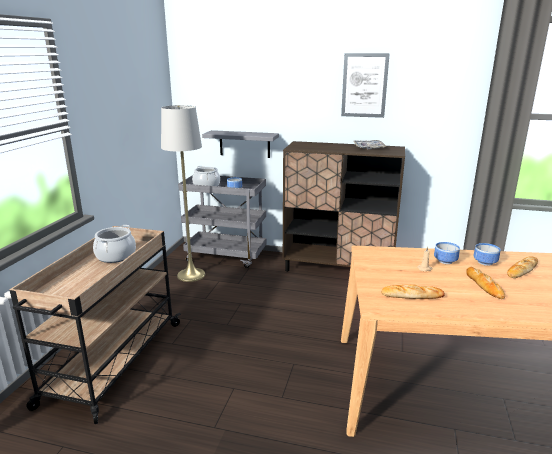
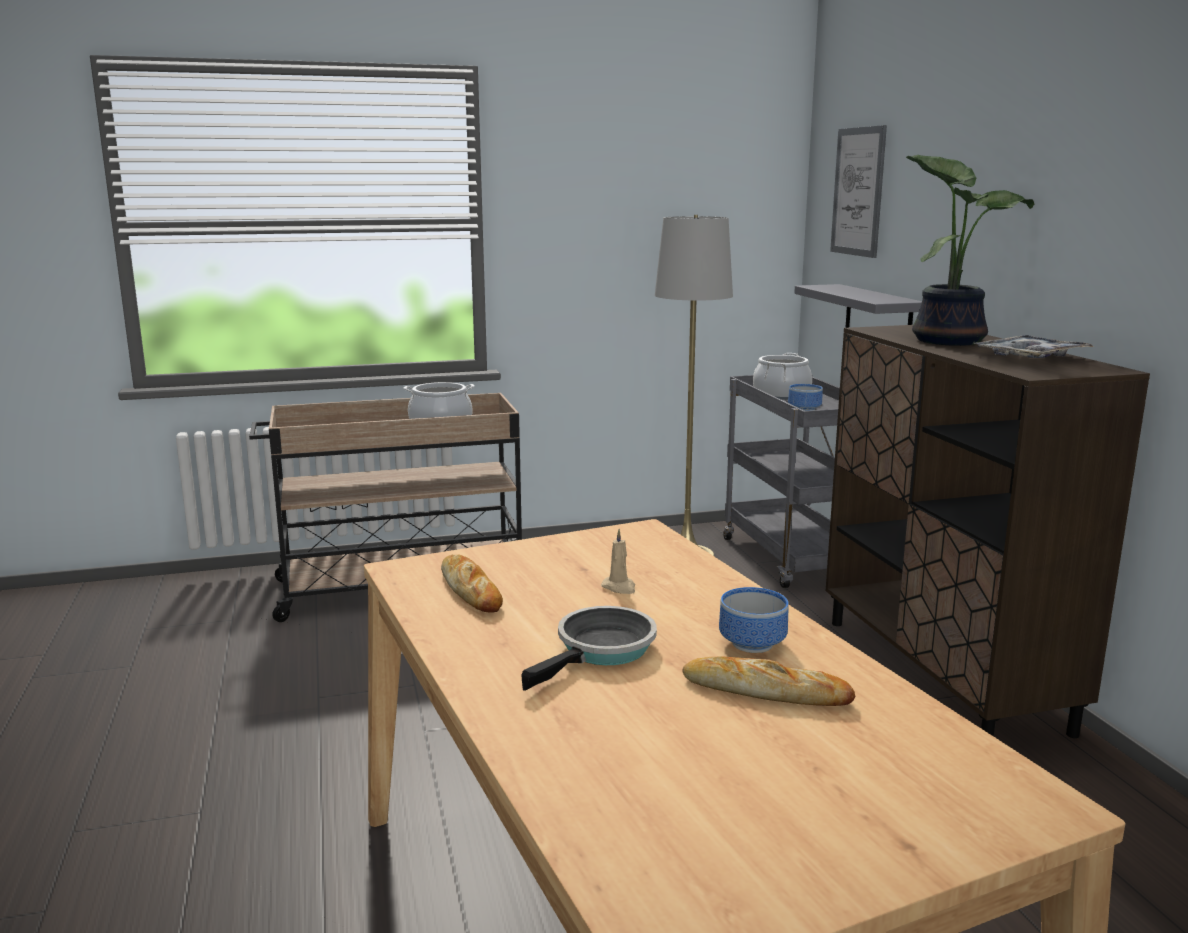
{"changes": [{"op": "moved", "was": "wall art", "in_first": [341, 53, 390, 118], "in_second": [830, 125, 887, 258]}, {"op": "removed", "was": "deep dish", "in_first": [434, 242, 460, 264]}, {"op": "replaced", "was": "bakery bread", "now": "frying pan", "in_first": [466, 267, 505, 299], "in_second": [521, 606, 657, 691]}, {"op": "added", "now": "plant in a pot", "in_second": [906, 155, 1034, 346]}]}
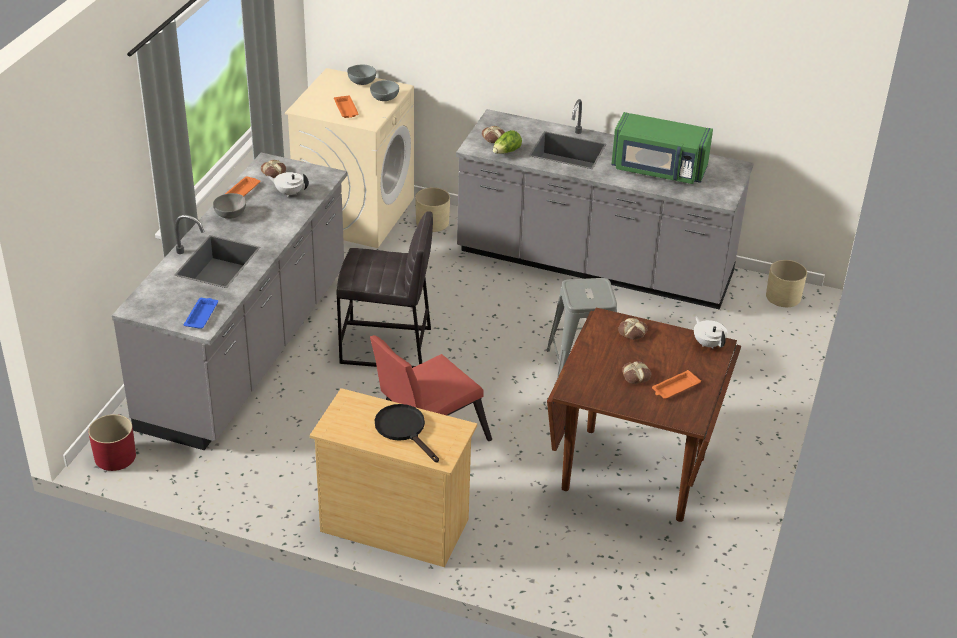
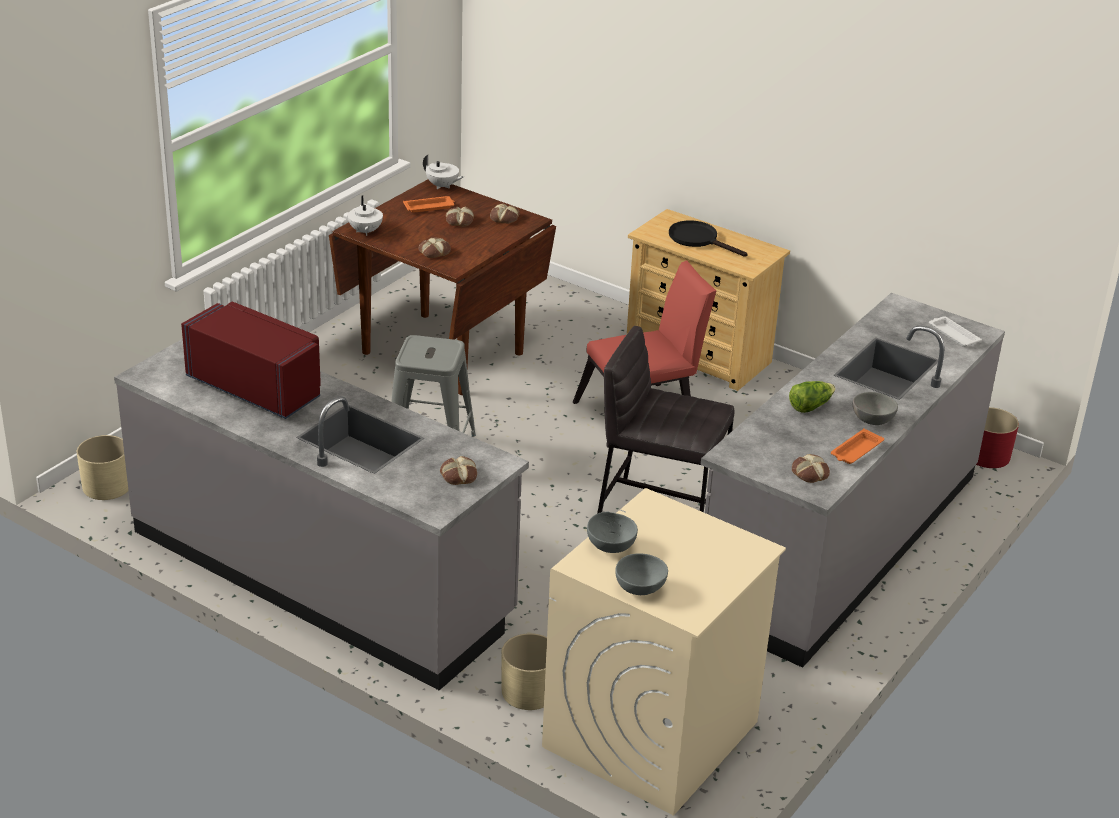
{"changes": [{"op": "removed", "was": "blue-coloured tray", "in_first": [184, 298, 218, 329]}, {"op": "moved", "was": "white-coloured teapot", "in_first": [267, 172, 309, 197], "in_second": [423, 155, 464, 189]}, {"op": "removed", "was": "orangey tray", "in_first": [334, 95, 359, 118]}, {"op": "turned", "was": "blackish frying pan", "in_first": [375, 404, 439, 462], "in_second": [669, 221, 748, 256], "clockwise": 150}, {"op": "moved", "was": "lettuce", "in_first": [493, 130, 522, 154], "in_second": [789, 381, 835, 413]}, {"op": "recoloured", "was": "greenish microwave oven", "now": "reddish microwave oven", "in_first": [611, 112, 713, 184], "in_second": [181, 301, 321, 419]}, {"op": "added", "now": "bakery bread", "in_second": [490, 203, 520, 224]}, {"op": "added", "now": "white-coloured tray", "in_second": [929, 316, 982, 347]}]}
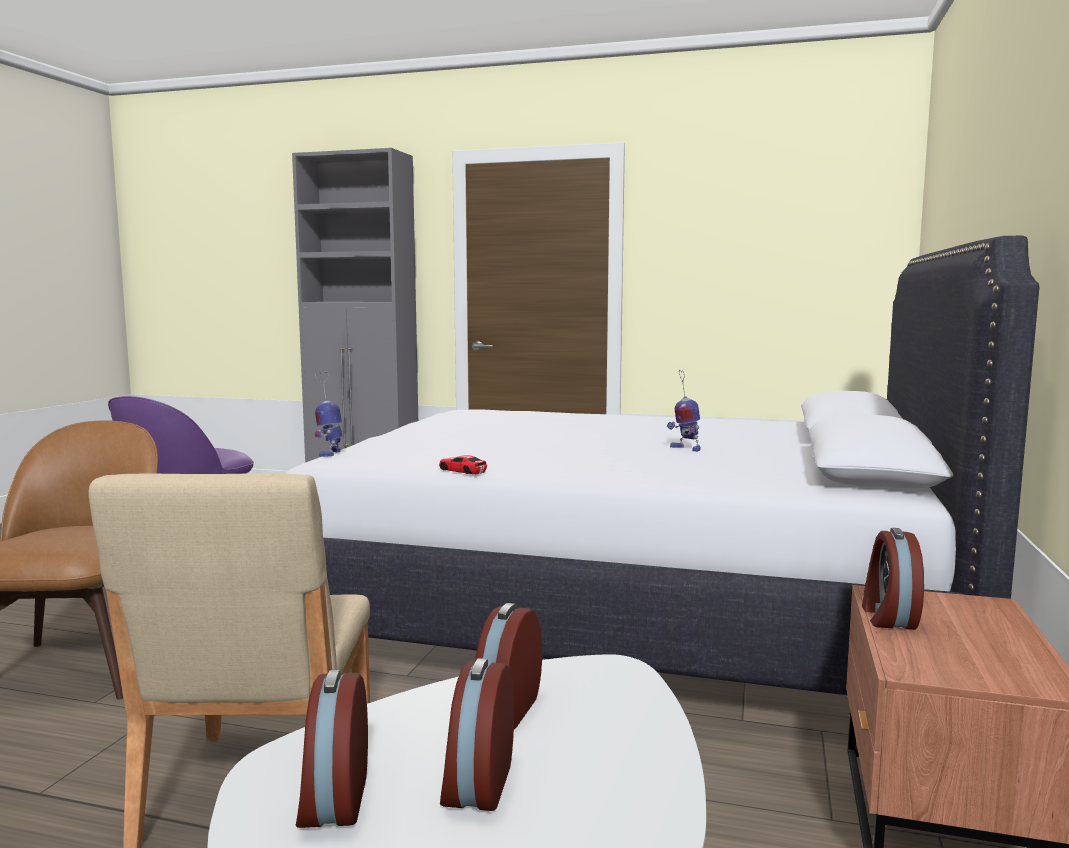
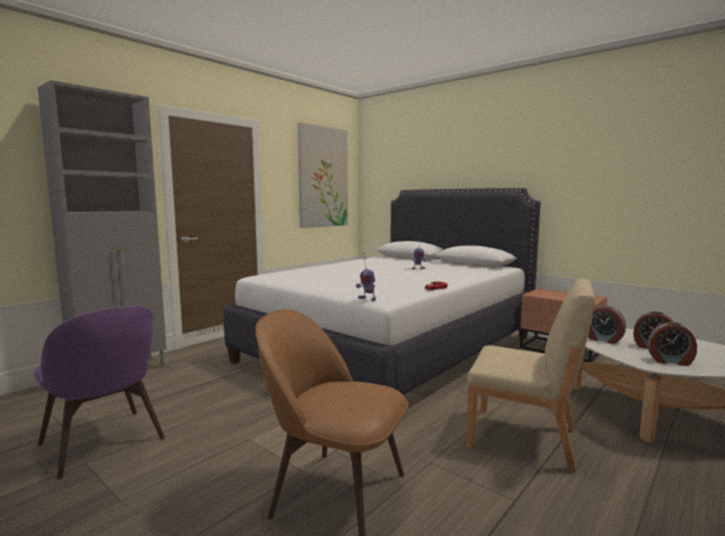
{"changes": [{"op": "removed", "was": "table clock", "in_first": [862, 528, 924, 630]}, {"op": "added", "now": "wall art", "in_second": [298, 122, 348, 228]}]}
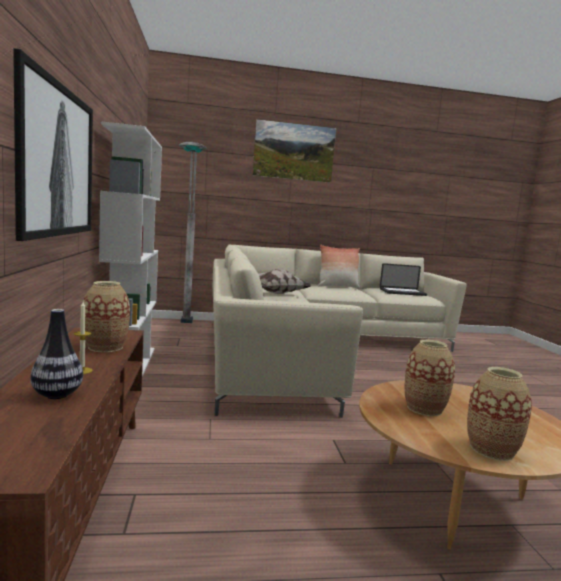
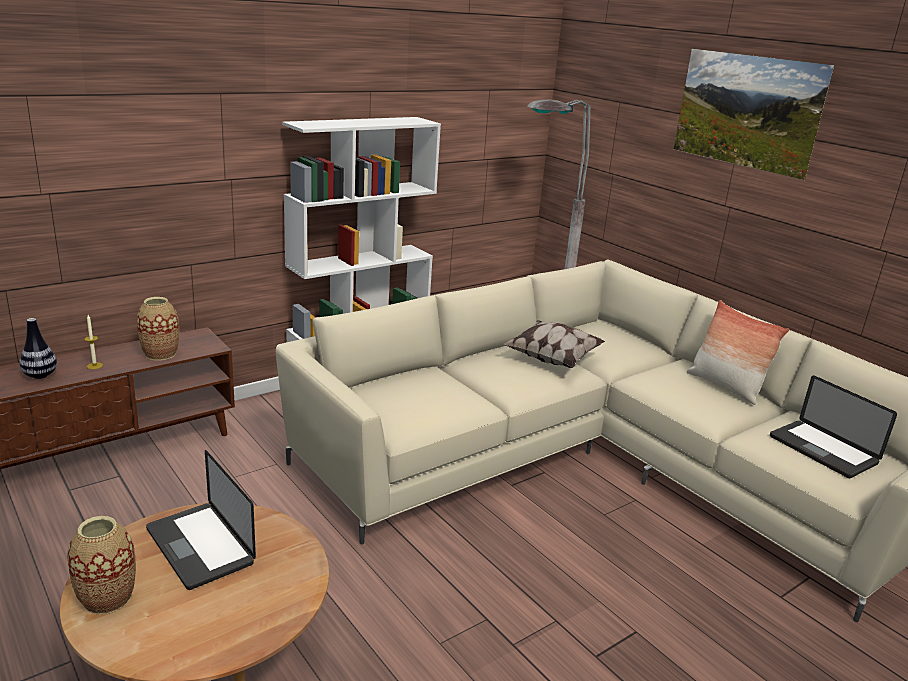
{"changes": [{"op": "removed", "was": "wall art", "in_first": [13, 48, 93, 241]}, {"op": "replaced", "was": "vase", "now": "laptop", "in_first": [405, 340, 455, 416], "in_second": [146, 450, 256, 590]}]}
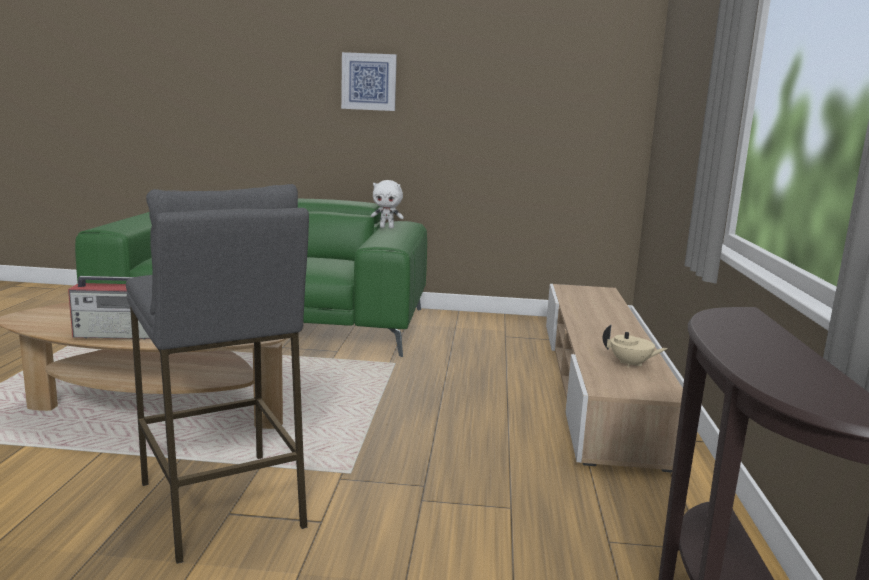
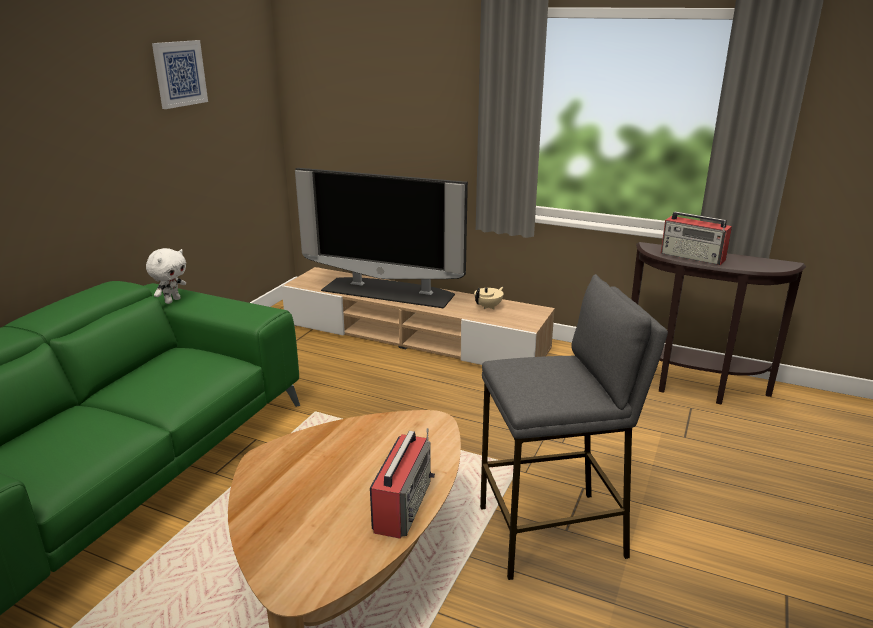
{"changes": [{"op": "moved", "was": "wall art", "in_first": [341, 52, 397, 111], "in_second": [152, 40, 208, 109]}, {"op": "added", "now": "TV set", "in_second": [295, 168, 468, 308]}, {"op": "added", "now": "radio", "in_second": [661, 212, 732, 265]}]}
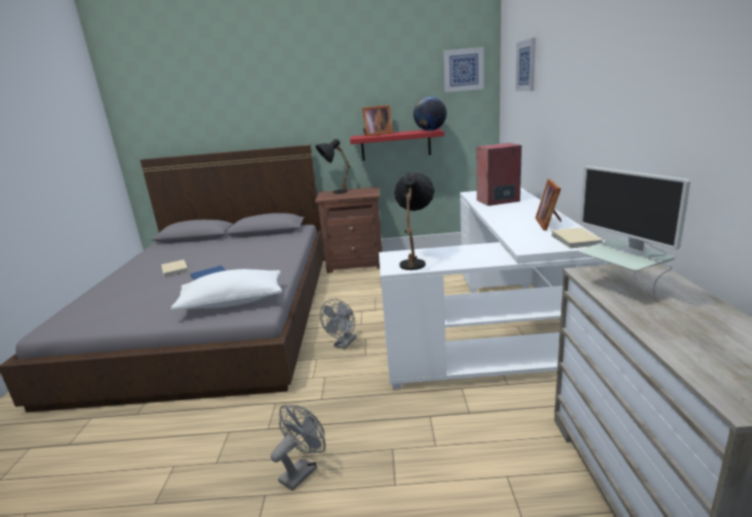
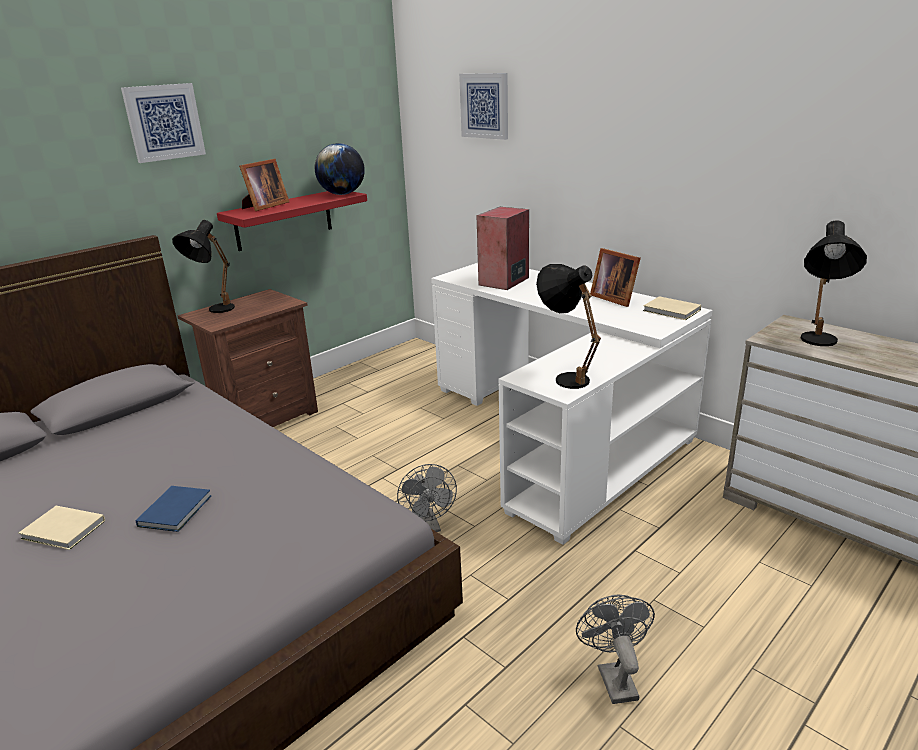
{"changes": [{"op": "removed", "was": "white-coloured pillow", "in_first": [171, 269, 282, 311]}, {"op": "moved", "was": "wall art", "in_first": [443, 47, 484, 92], "in_second": [121, 83, 206, 163]}, {"op": "replaced", "was": "computer display", "now": "blackish lamp for a table", "in_first": [579, 166, 690, 300], "in_second": [801, 220, 867, 346]}]}
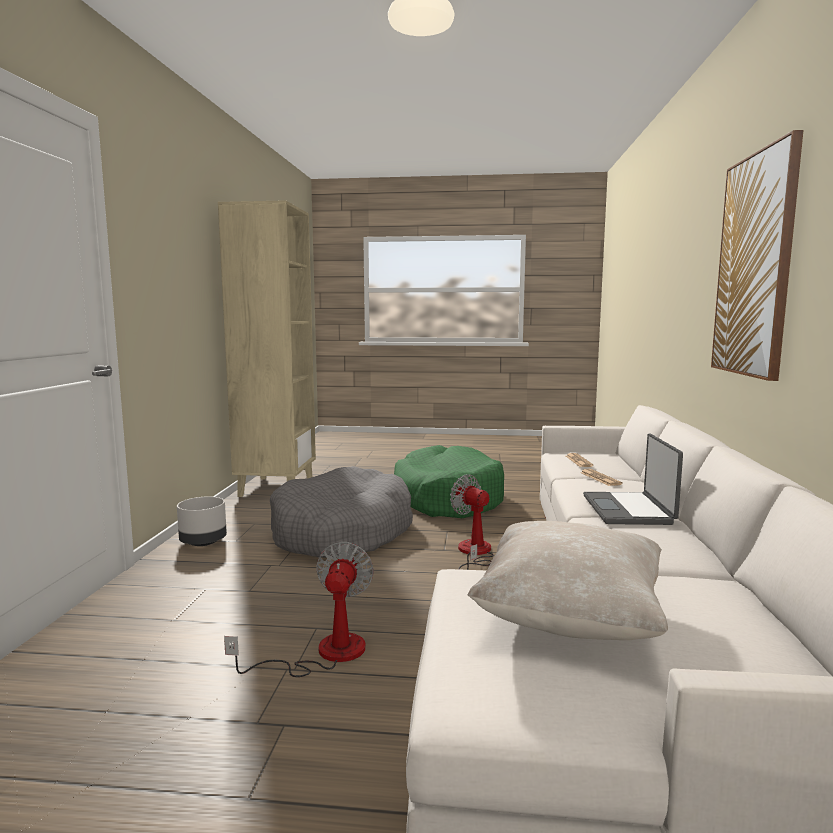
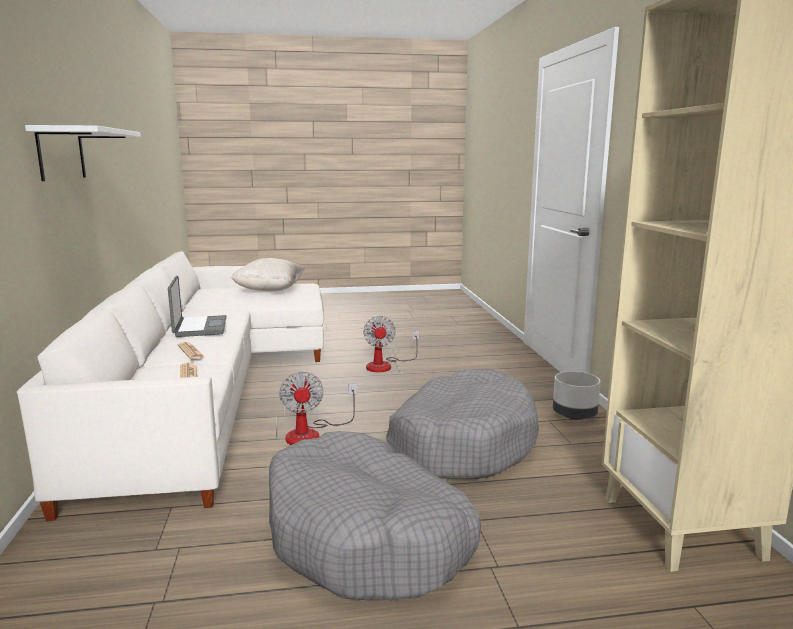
{"changes": [{"op": "recoloured", "was": "greenish dog bed", "now": "grey dog bed", "in_first": [394, 445, 504, 518], "in_second": [269, 431, 481, 601]}, {"op": "turned", "was": "cooling fan", "in_first": [450, 474, 494, 570], "in_second": [279, 372, 357, 445], "clockwise": 45}, {"op": "replaced", "was": "wall art", "now": "white-coloured shelf", "in_first": [711, 130, 803, 381], "in_second": [25, 125, 141, 181]}]}
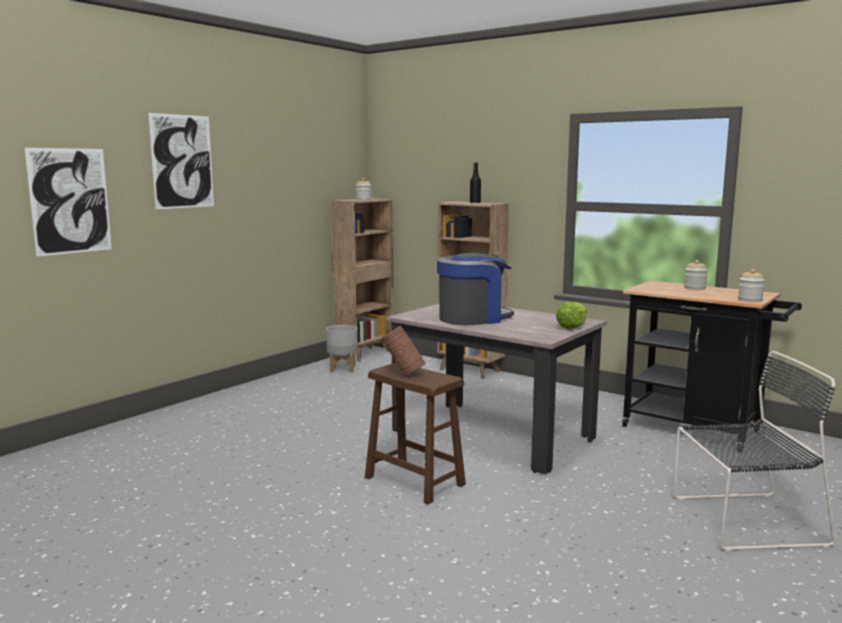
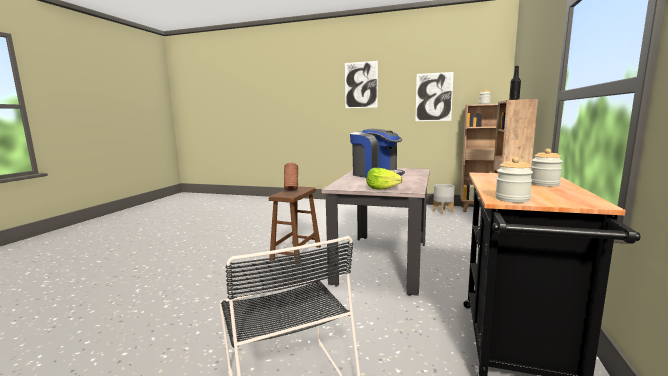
{"changes": [{"op": "moved", "was": "wall art", "in_first": [24, 148, 112, 257], "in_second": [416, 72, 454, 121]}]}
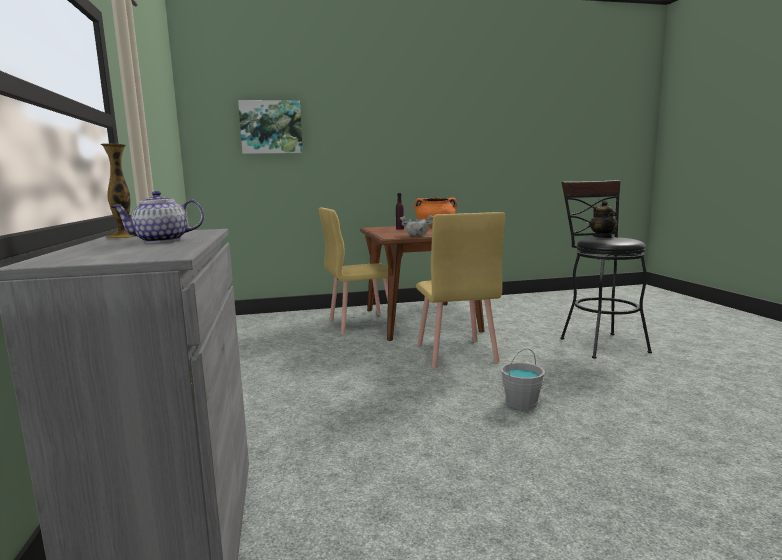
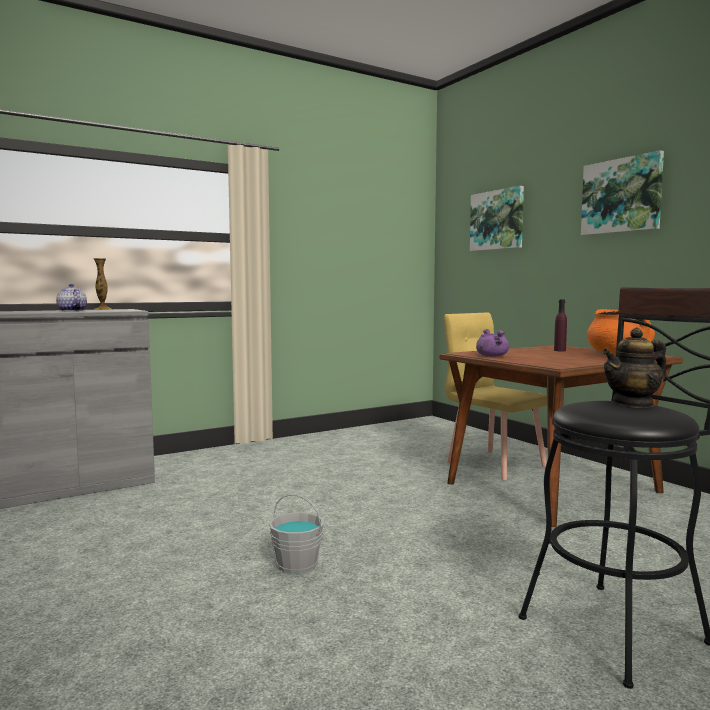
{"changes": [{"op": "recoloured", "was": "grey saucepot", "now": "purple-coloured saucepot", "in_first": [400, 215, 434, 236], "in_second": [476, 329, 509, 357]}, {"op": "removed", "was": "yellowish plain chair", "in_first": [416, 212, 505, 368]}, {"op": "added", "now": "wall art", "in_second": [581, 150, 664, 235]}]}
